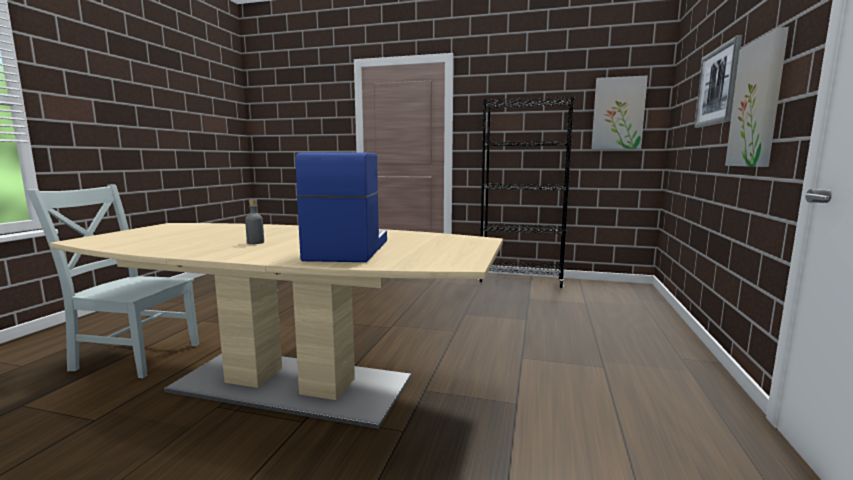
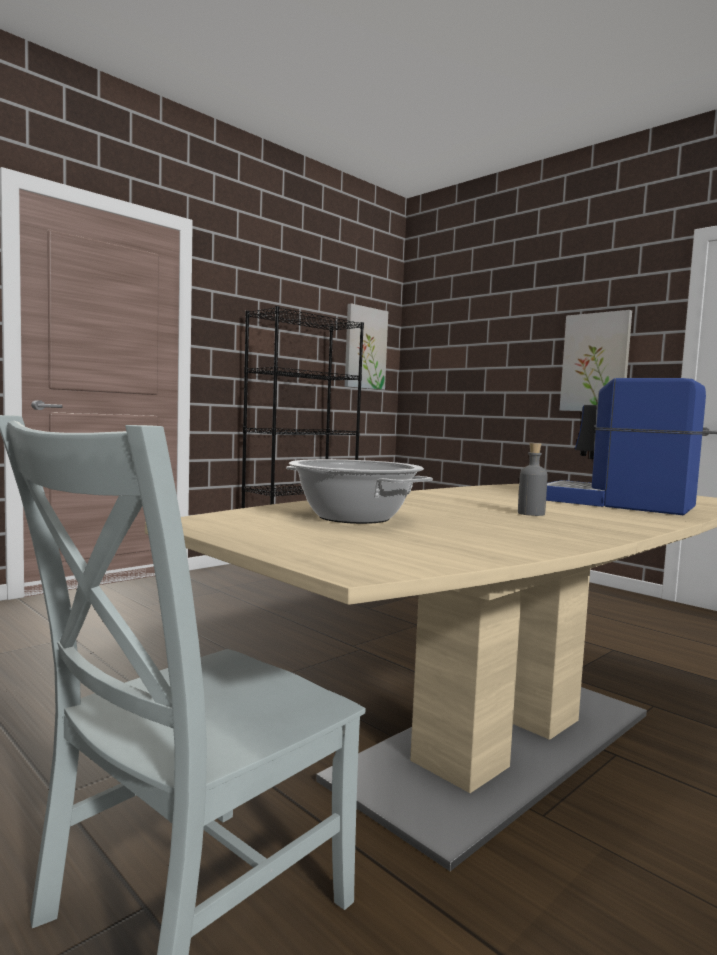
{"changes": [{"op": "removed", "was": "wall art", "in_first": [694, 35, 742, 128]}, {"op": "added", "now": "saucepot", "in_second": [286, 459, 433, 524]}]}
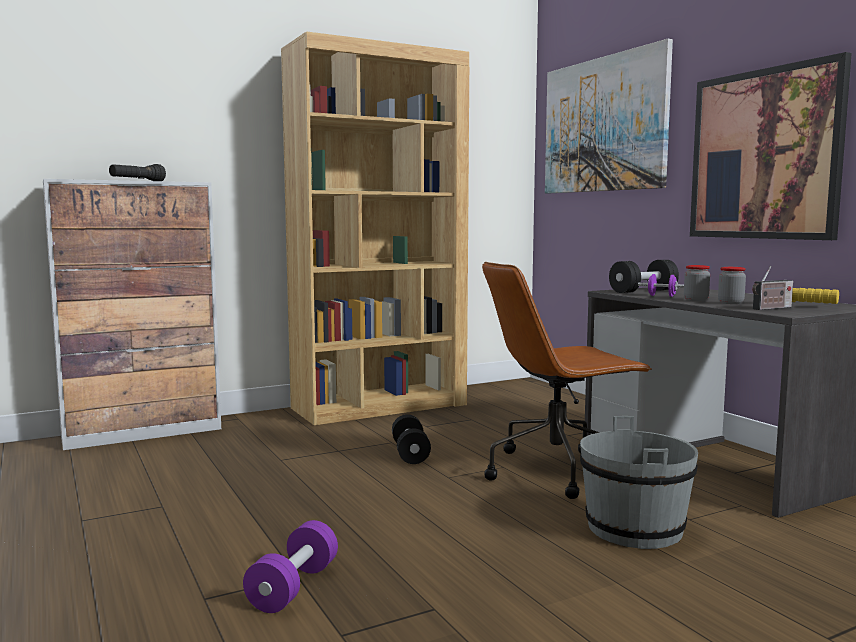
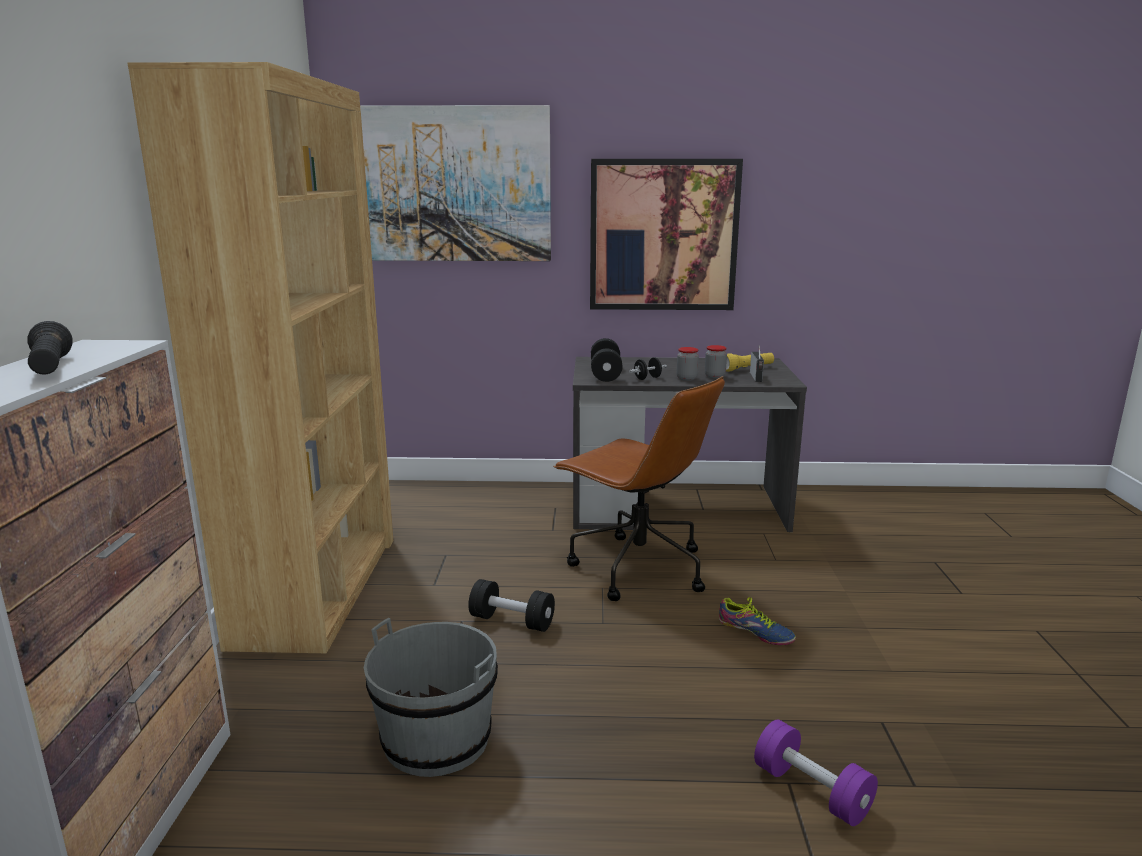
{"changes": [{"op": "turned", "was": "brownish desk chair", "in_first": [482, 262, 652, 499], "in_second": [553, 376, 725, 601], "clockwise": -60}, {"op": "moved", "was": "grey pail", "in_first": [580, 416, 698, 549], "in_second": [364, 618, 498, 777]}, {"op": "recoloured", "was": "purple-coloured dumbbell", "now": "blackish dumbbell", "in_first": [638, 274, 684, 297], "in_second": [629, 357, 667, 380]}, {"op": "added", "now": "shoe", "in_second": [719, 597, 796, 645]}]}
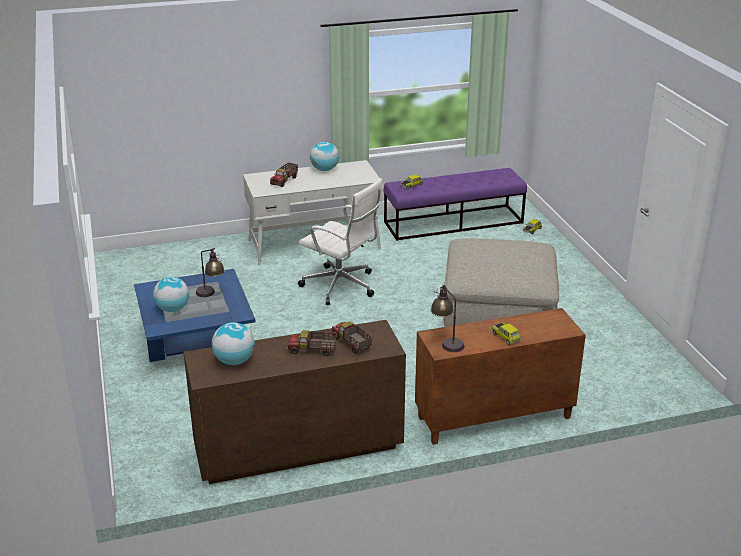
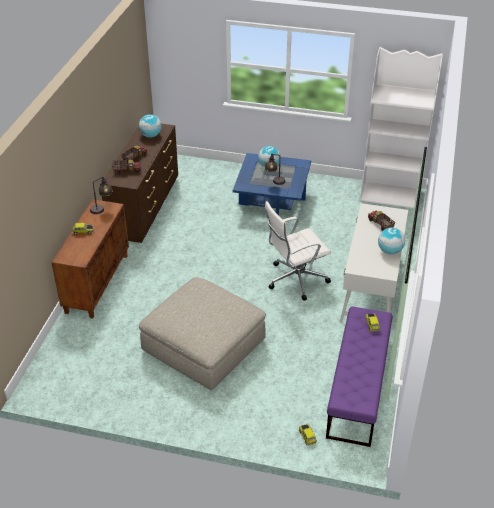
{"changes": [{"op": "added", "now": "white-coloured bookcase", "in_second": [360, 47, 443, 208]}]}
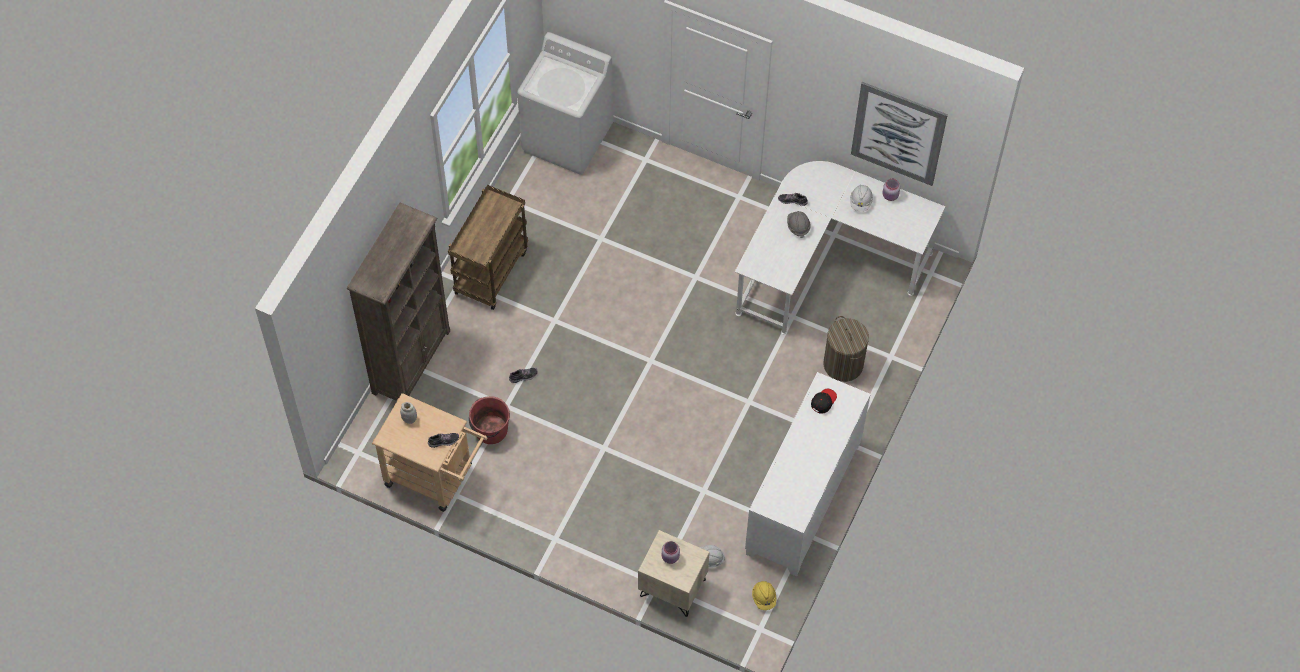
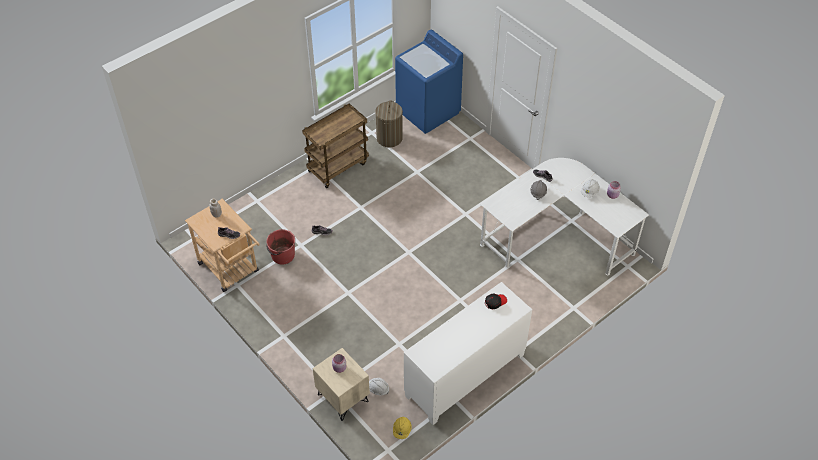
{"changes": [{"op": "removed", "was": "brownish bookcase", "in_first": [347, 203, 450, 401]}, {"op": "recoloured", "was": "white-coloured laundry machine", "now": "blue-coloured laundry machine", "in_first": [517, 32, 614, 175], "in_second": [395, 30, 463, 134]}, {"op": "moved", "was": "hamper", "in_first": [824, 316, 869, 382], "in_second": [375, 100, 403, 147]}, {"op": "removed", "was": "wall art", "in_first": [851, 82, 948, 186]}]}
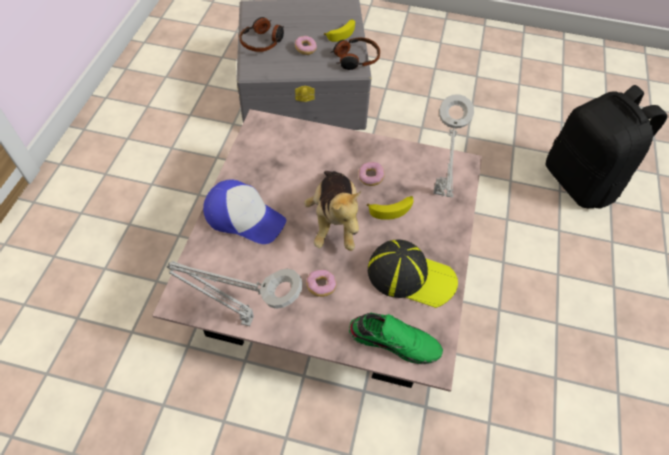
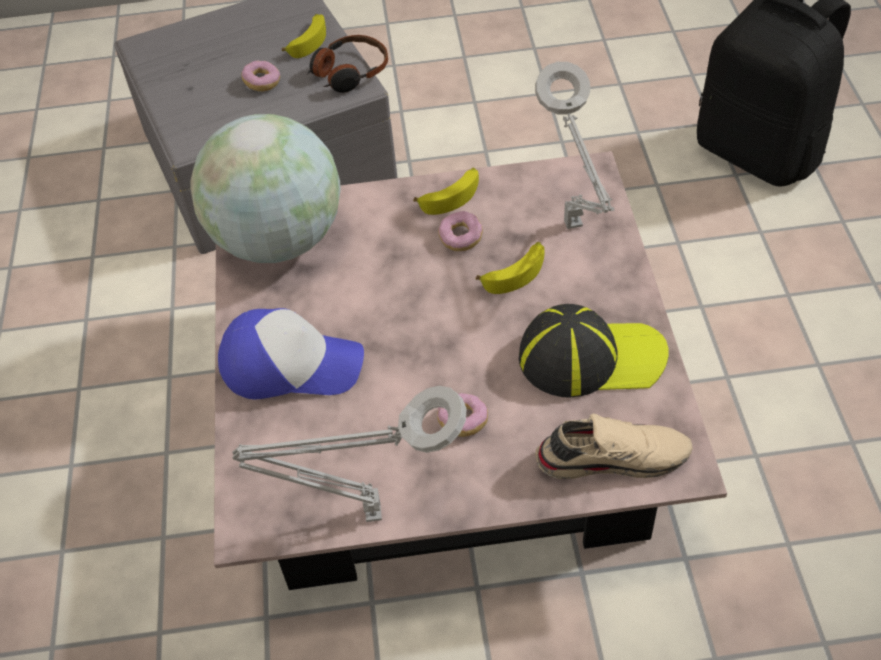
{"changes": [{"op": "removed", "was": "headset", "in_first": [239, 17, 284, 52]}, {"op": "removed", "was": "soft toy", "in_first": [304, 171, 361, 251]}, {"op": "recoloured", "was": "greenish shoe", "now": "beige shoe", "in_first": [349, 313, 443, 364], "in_second": [535, 414, 693, 479]}, {"op": "added", "now": "desk globe", "in_second": [191, 114, 341, 263]}, {"op": "added", "now": "whole banana", "in_second": [413, 167, 479, 215]}]}
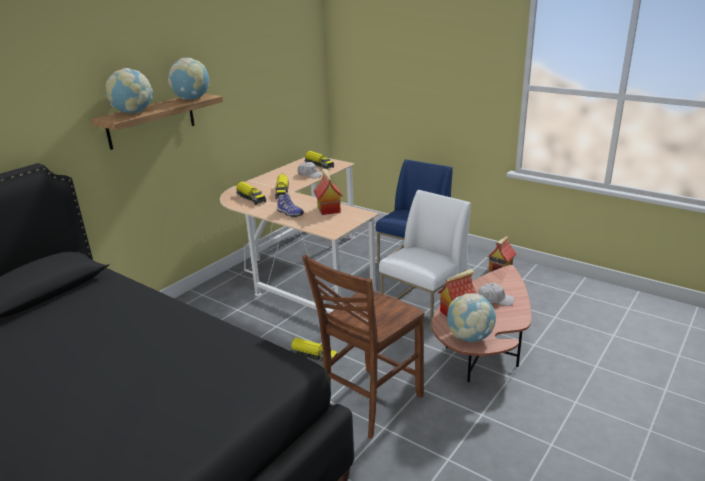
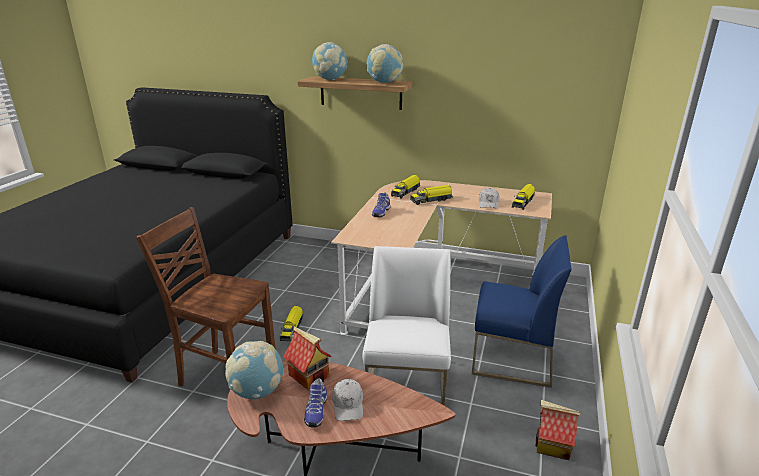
{"changes": [{"op": "removed", "was": "toy house", "in_first": [314, 168, 343, 215]}, {"op": "turned", "was": "white-coloured plain chair", "in_first": [379, 190, 471, 331], "in_second": [362, 246, 451, 406], "clockwise": -105}, {"op": "added", "now": "shoe", "in_second": [304, 378, 327, 428]}]}
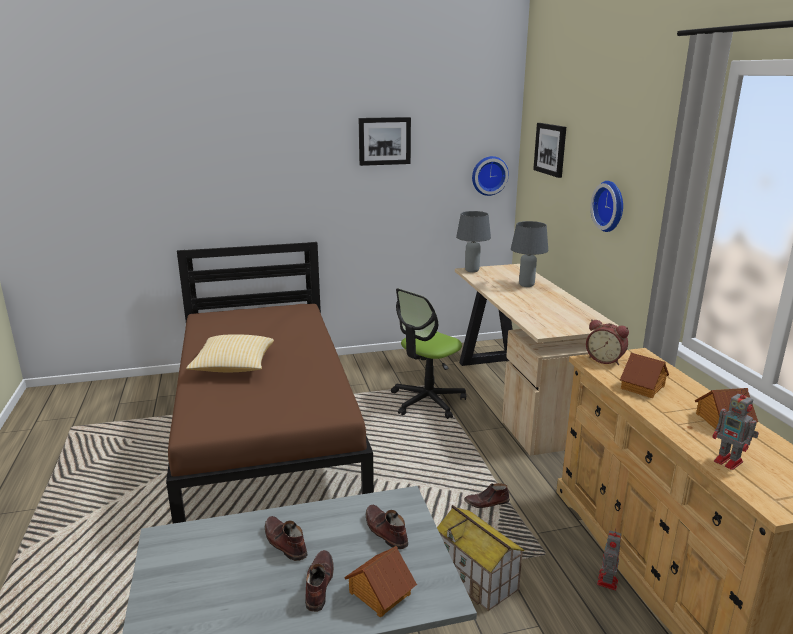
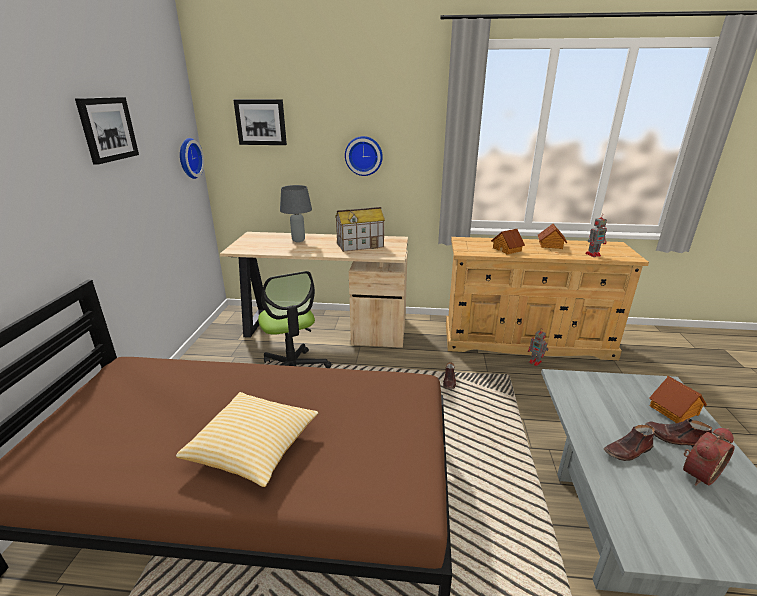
{"changes": [{"op": "removed", "was": "brownish shoe", "in_first": [365, 505, 408, 549]}, {"op": "moved", "was": "toy house", "in_first": [437, 505, 525, 611], "in_second": [335, 207, 385, 252]}, {"op": "removed", "was": "grey lamp for a table", "in_first": [456, 211, 491, 273]}, {"op": "moved", "was": "table clock", "in_first": [586, 319, 629, 365], "in_second": [683, 428, 735, 486]}]}
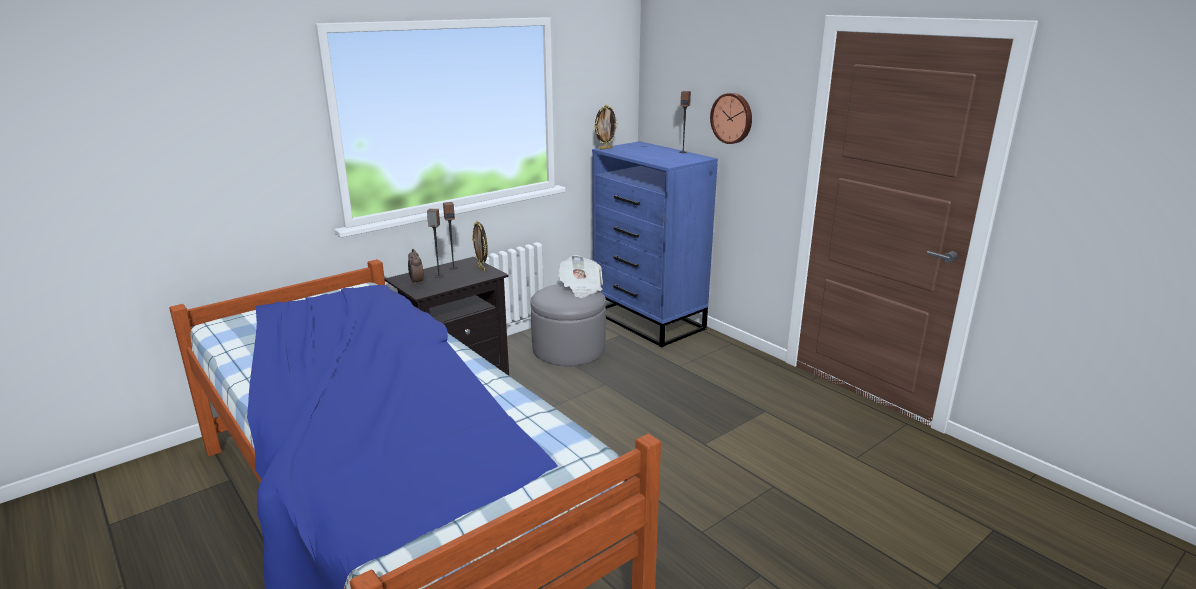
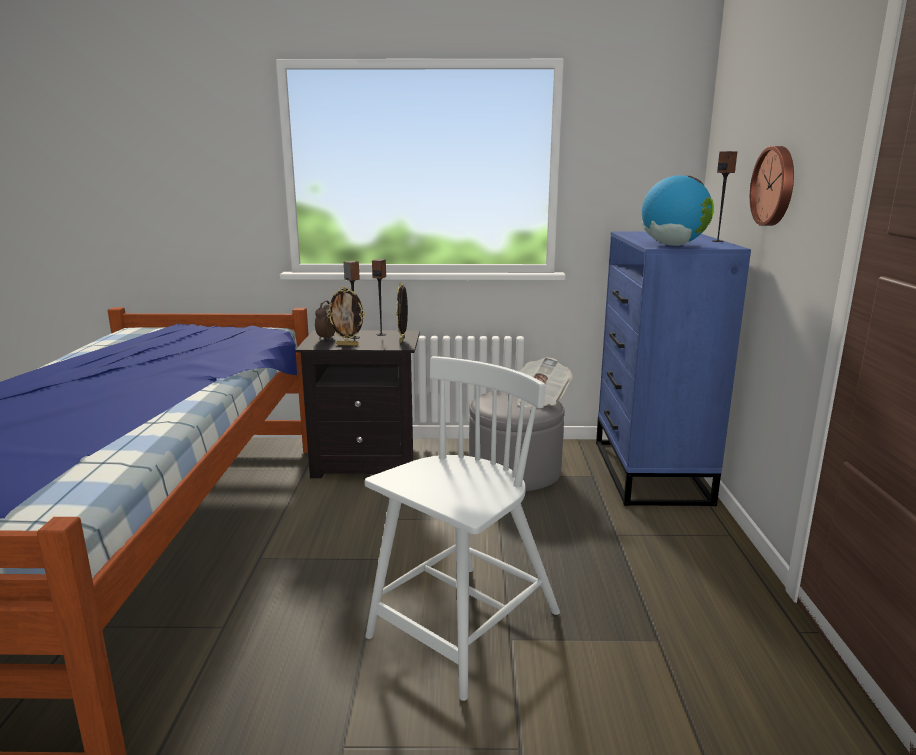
{"changes": [{"op": "moved", "was": "photo frame", "in_first": [594, 104, 618, 150], "in_second": [327, 287, 365, 346]}, {"op": "added", "now": "white-coloured plain chair", "in_second": [365, 356, 560, 701]}, {"op": "added", "now": "desk globe", "in_second": [642, 175, 714, 246]}]}
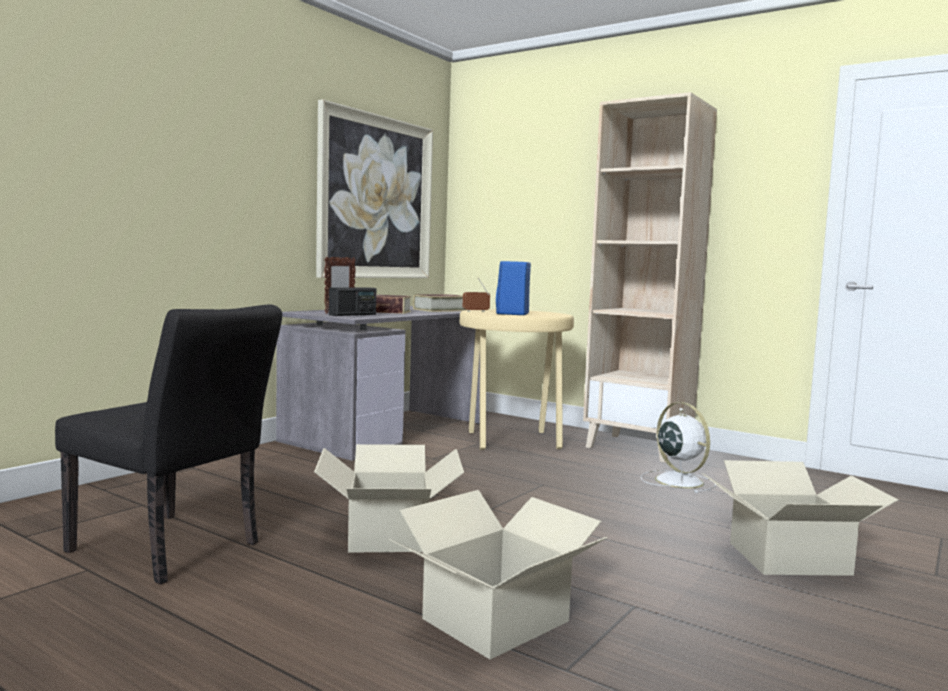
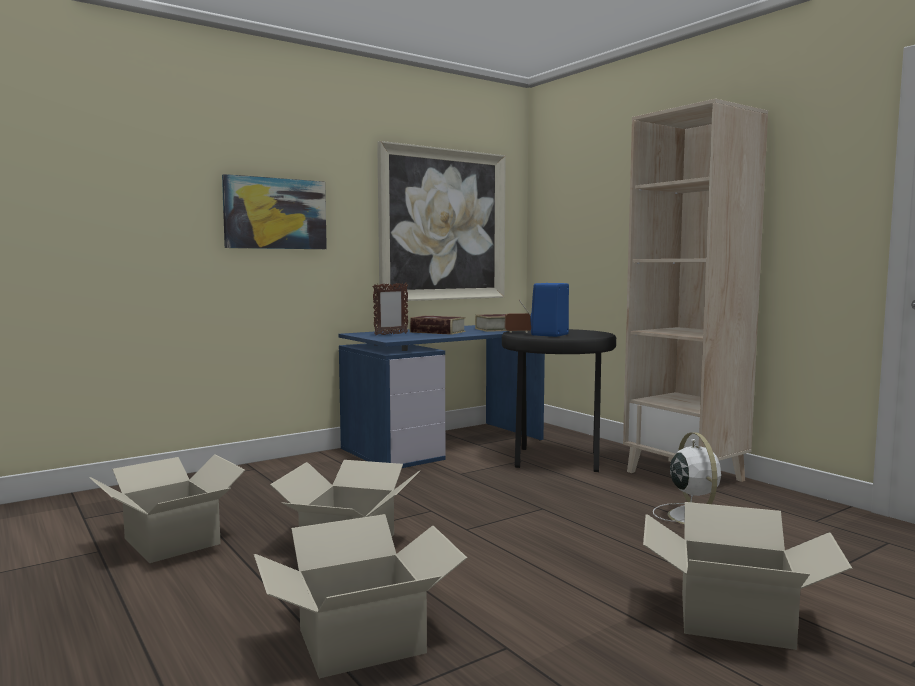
{"changes": [{"op": "replaced", "was": "blackish plain chair", "now": "carton", "in_first": [55, 305, 282, 584], "in_second": [89, 454, 245, 563]}, {"op": "recoloured", "was": "grey desk", "now": "blue-coloured desk", "in_first": [276, 306, 480, 461], "in_second": [339, 325, 545, 468]}, {"op": "removed", "was": "radio", "in_first": [329, 288, 376, 316]}, {"op": "recoloured", "was": "beige stool seat", "now": "blackish stool seat", "in_first": [460, 309, 574, 450], "in_second": [502, 329, 616, 472]}, {"op": "added", "now": "wall art", "in_second": [222, 174, 327, 249]}]}
